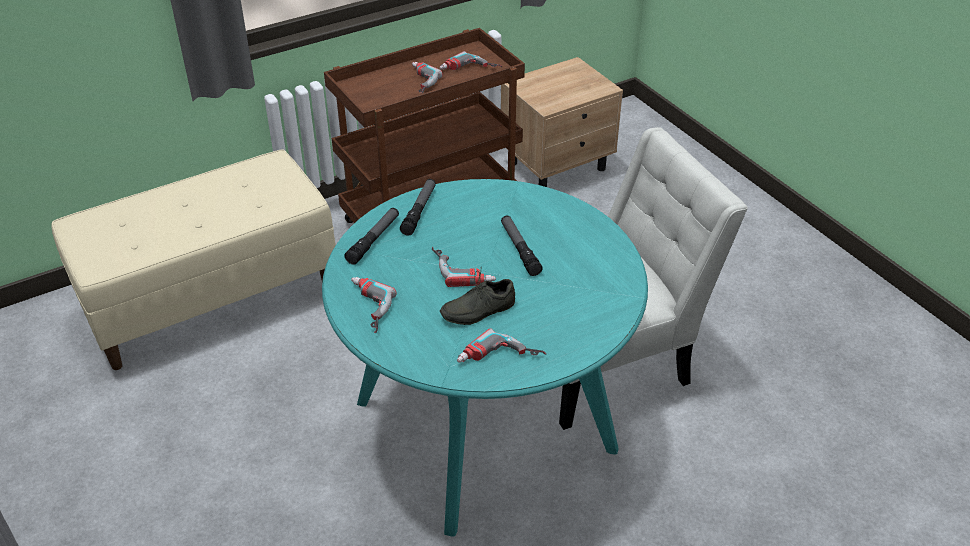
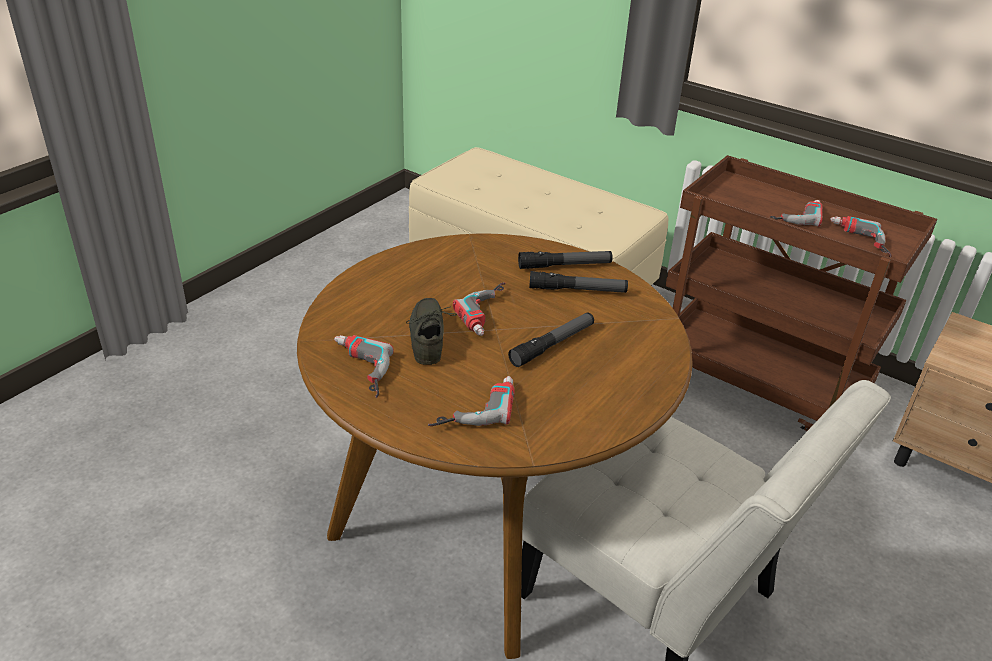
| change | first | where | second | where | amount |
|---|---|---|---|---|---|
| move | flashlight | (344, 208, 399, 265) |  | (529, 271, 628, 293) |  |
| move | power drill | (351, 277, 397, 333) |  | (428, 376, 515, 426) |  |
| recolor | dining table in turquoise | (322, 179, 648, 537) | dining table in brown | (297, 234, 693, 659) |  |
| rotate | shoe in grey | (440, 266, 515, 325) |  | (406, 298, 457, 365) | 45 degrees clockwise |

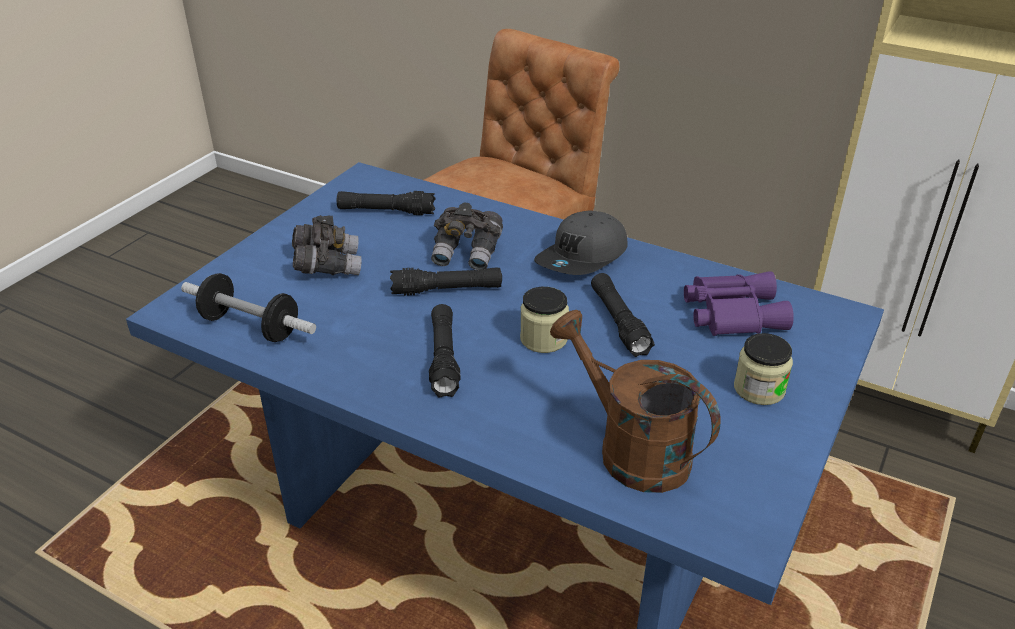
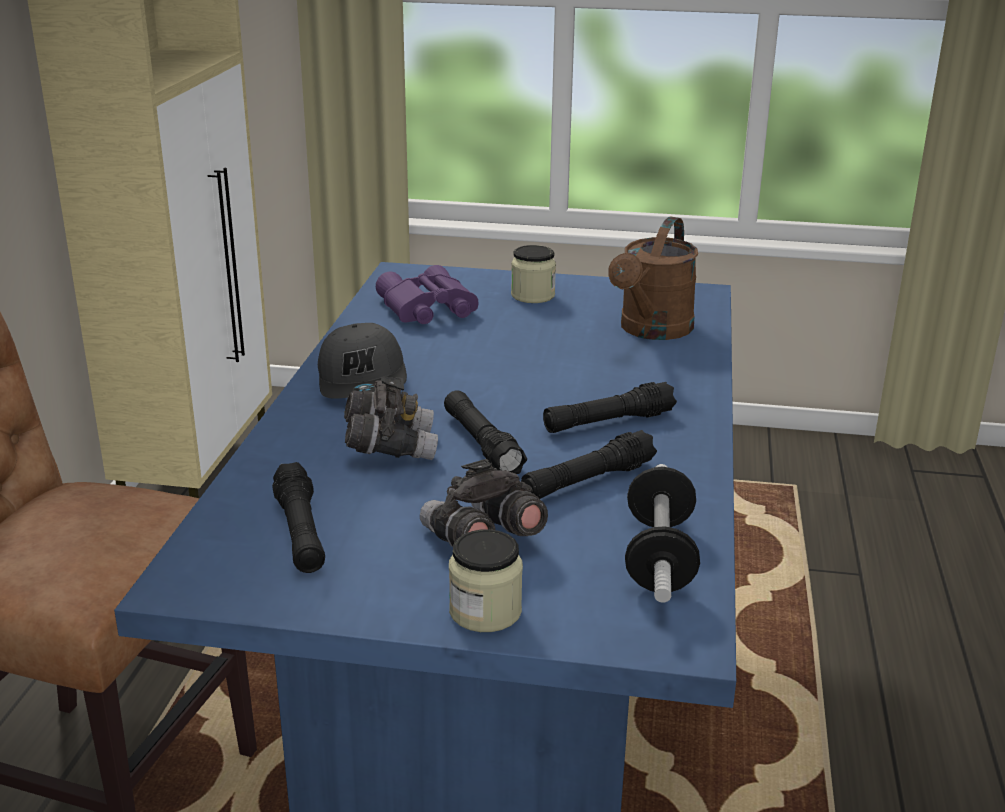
| change | first | where | second | where | amount |
|---|---|---|---|---|---|
| move | jar | (520, 287, 569, 353) |  | (449, 529, 523, 632) |  |
| move | flashlight in black | (591, 273, 655, 357) |  | (521, 430, 657, 499) |  |
| rotate | cap in grey | (534, 210, 628, 275) |  | (318, 323, 407, 399) | 60 degrees clockwise |

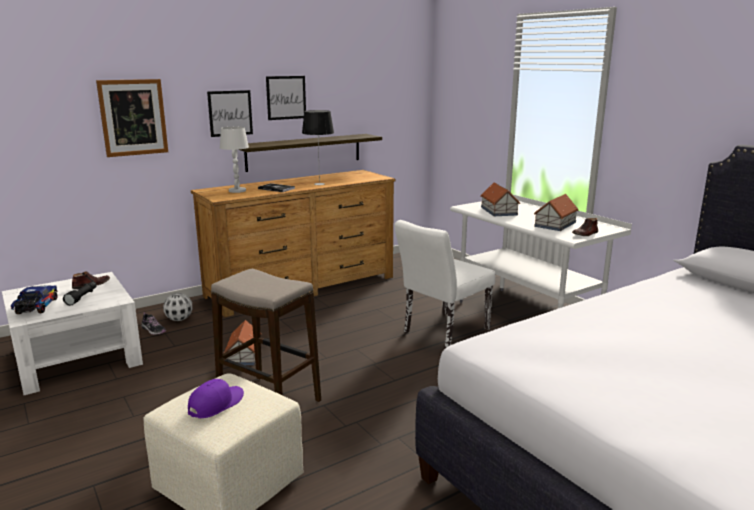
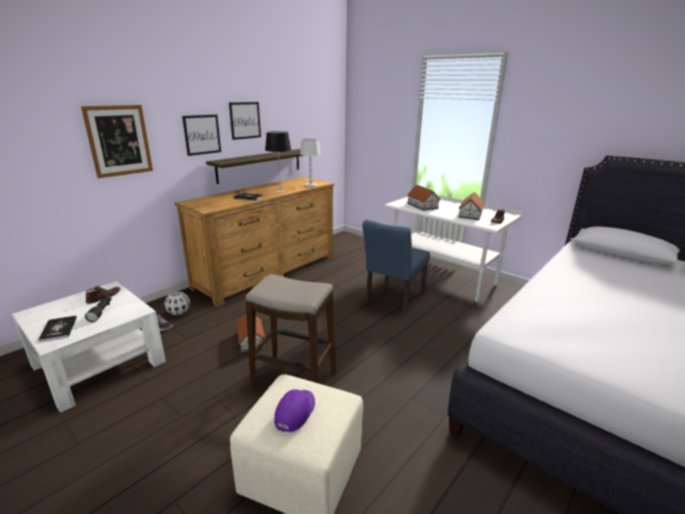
| change | first | where | second | where | amount |
|---|---|---|---|---|---|
| move | table lamp in white | (220, 127, 249, 193) |  | (300, 139, 320, 187) |  |
| replace | toy truck | (11, 285, 58, 314) | book | (38, 315, 77, 342) |  |
| recolor | chair in white | (394, 220, 495, 348) | chair in blue | (363, 220, 430, 315) |  |

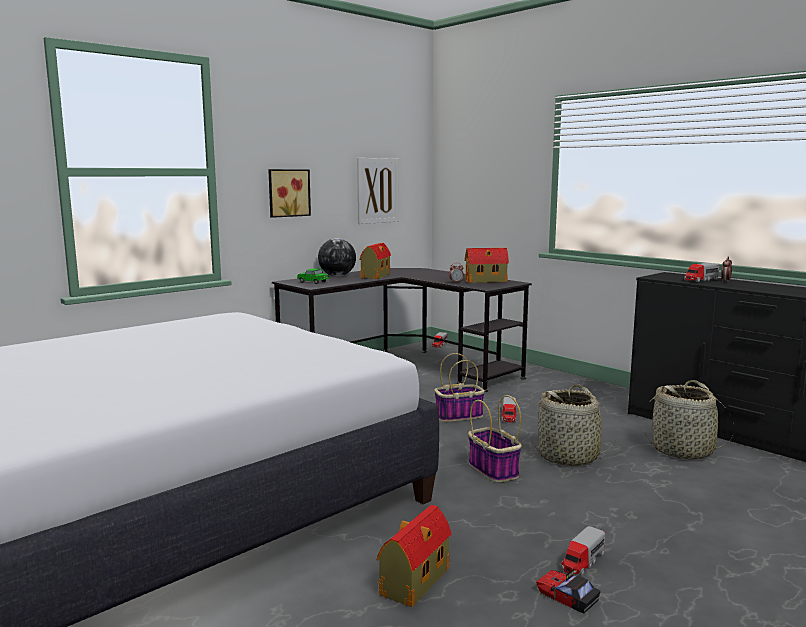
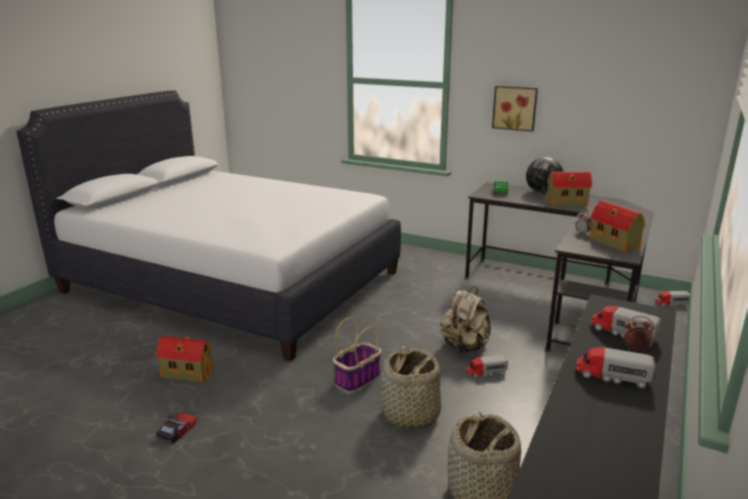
| change | first | where | second | where | amount |
|---|---|---|---|---|---|
| delete | picture | (357, 158, 399, 224) |  |  |  |
| move | toy truck | (561, 526, 605, 576) |  | (576, 347, 655, 388) |  |
| replace | basket | (434, 353, 485, 422) | backpack in beige | (441, 286, 491, 354) |  |

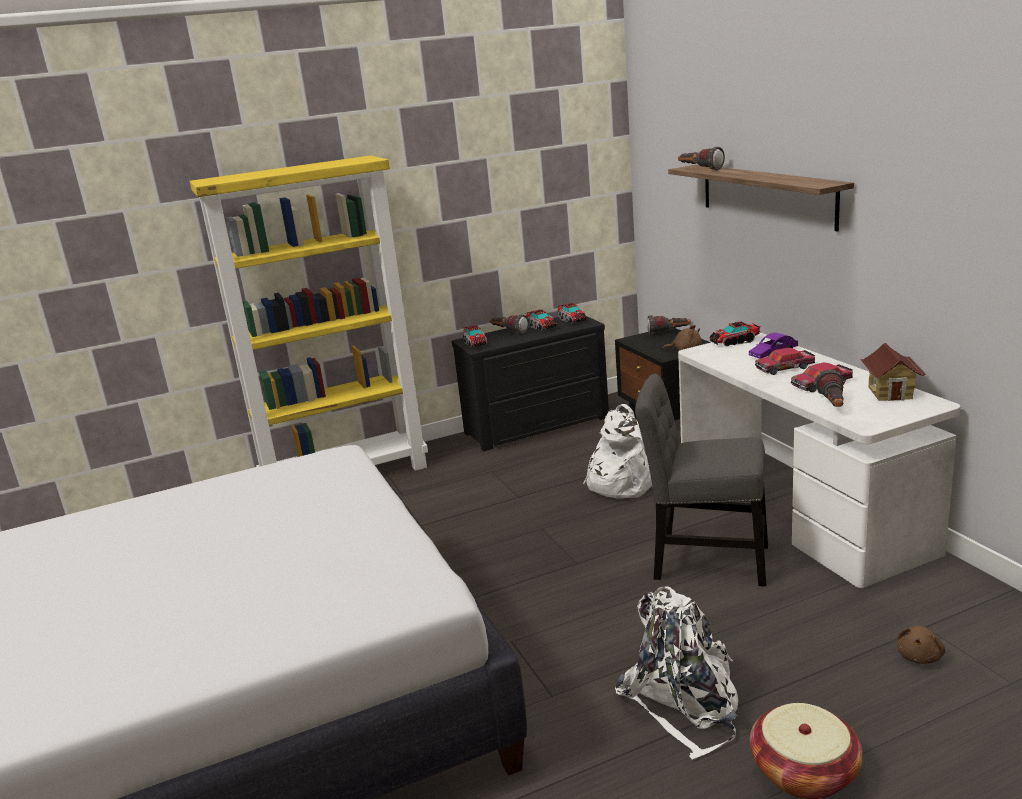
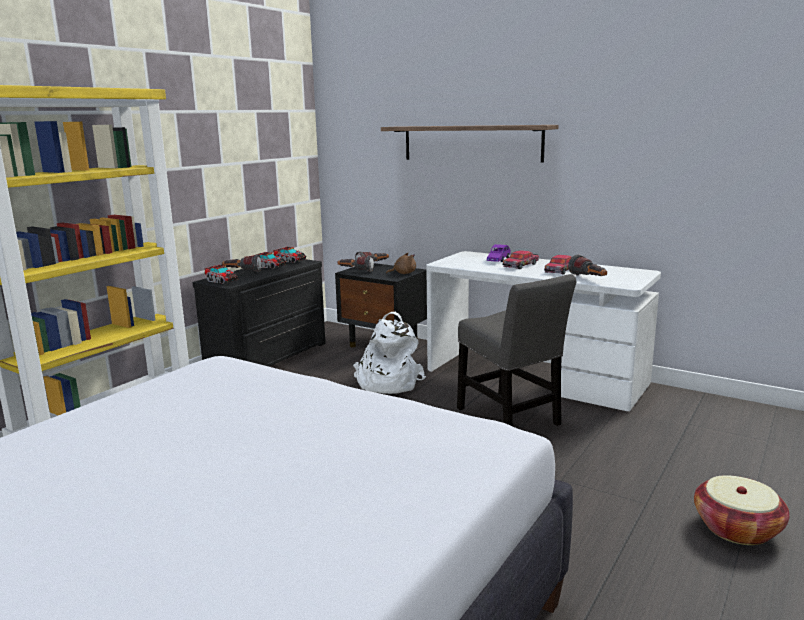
| change | first | where | second | where | amount |
|---|---|---|---|---|---|
| delete | backpack in white | (615, 586, 738, 760) |  |  |  |
| delete | toy truck | (709, 322, 761, 346) |  |  |  |
| delete | toy house | (860, 343, 926, 401) |  |  |  |
| delete | plush toy in brown | (897, 626, 945, 664) |  |  |  |
| move | flashlight | (678, 147, 725, 171) |  | (338, 255, 374, 272) |  |
| rotate | chair in grey | (635, 374, 768, 586) |  | (457, 274, 577, 426) | 105 degrees counterclockwise |

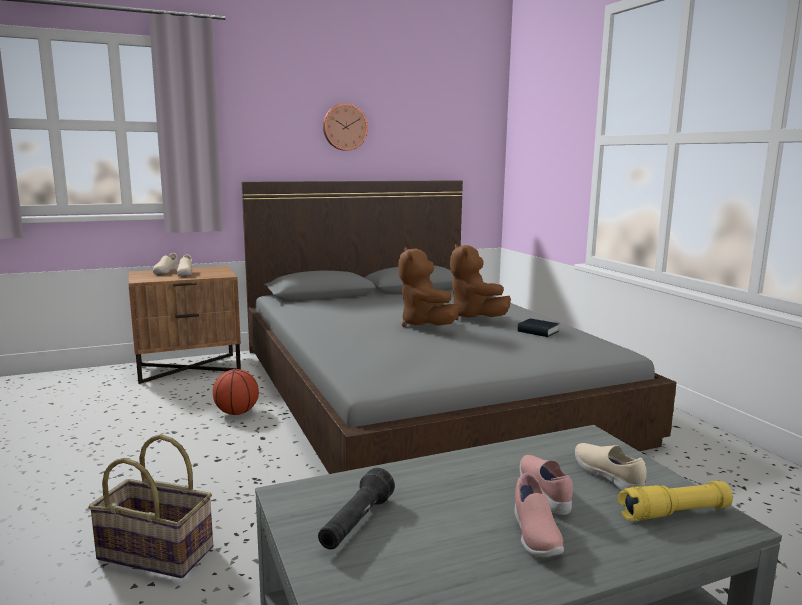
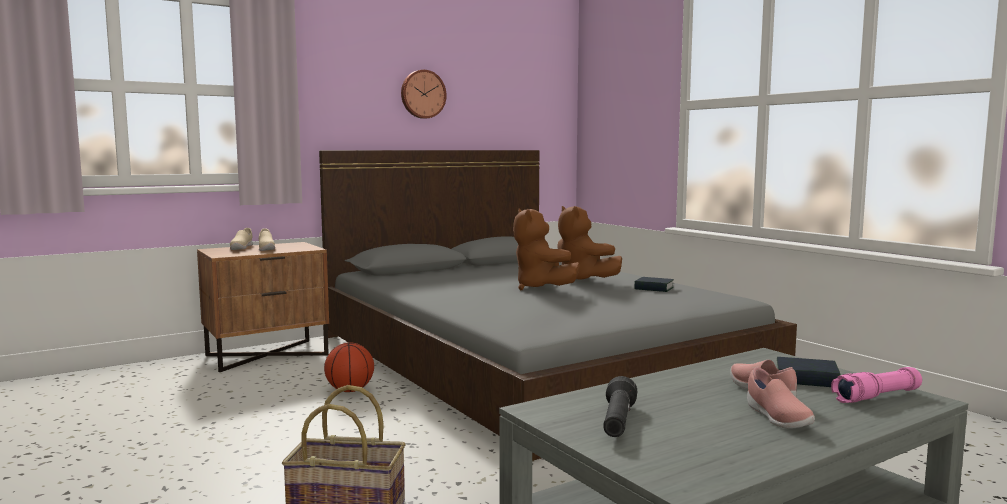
| change | first | where | second | where | amount |
|---|---|---|---|---|---|
| replace | shoe in beige | (575, 443, 647, 491) | book | (777, 357, 840, 387) |  |
| recolor | flashlight in yellow | (618, 481, 733, 521) | flashlight in pink | (831, 367, 922, 403) |  |

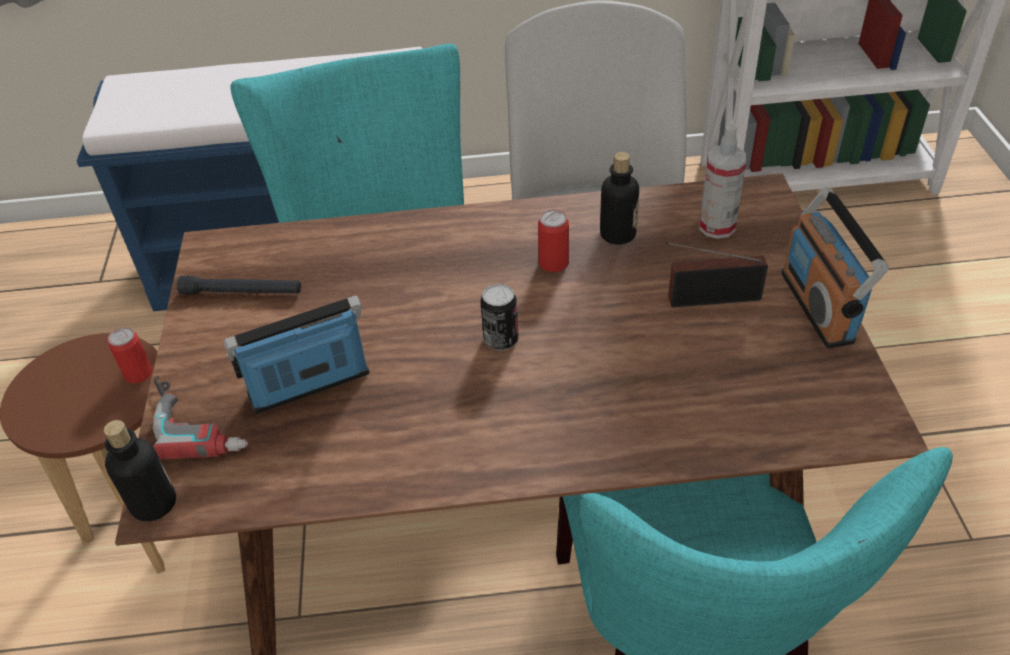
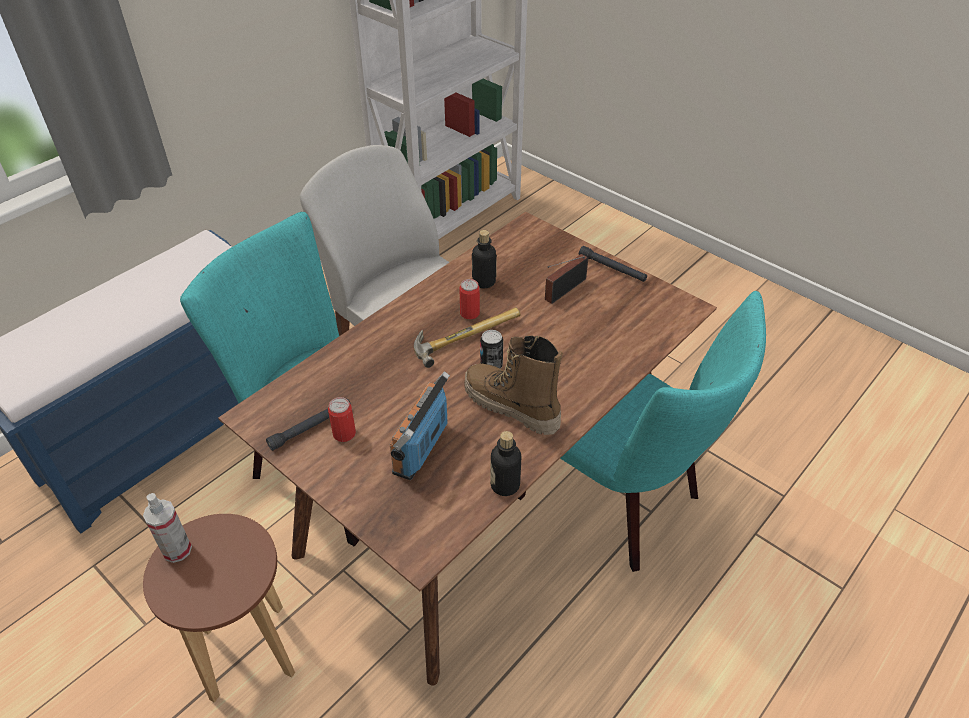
| change | first | where | second | where | amount |
|---|---|---|---|---|---|
| delete | power drill | (153, 376, 248, 459) |  |  |  |
| insert |  |  | hammer | (414, 307, 521, 368) |  |
| insert |  |  | boot | (464, 335, 563, 435) |  |
| move | bottle | (103, 420, 176, 521) |  | (490, 431, 521, 496) |  |
| move | can | (108, 327, 153, 384) |  | (328, 397, 356, 442) |  |
| move | spray bottle | (699, 124, 747, 239) |  | (143, 493, 192, 563) |  |
| replace | radio | (781, 187, 889, 348) | flashlight in black | (579, 246, 647, 282) |  |

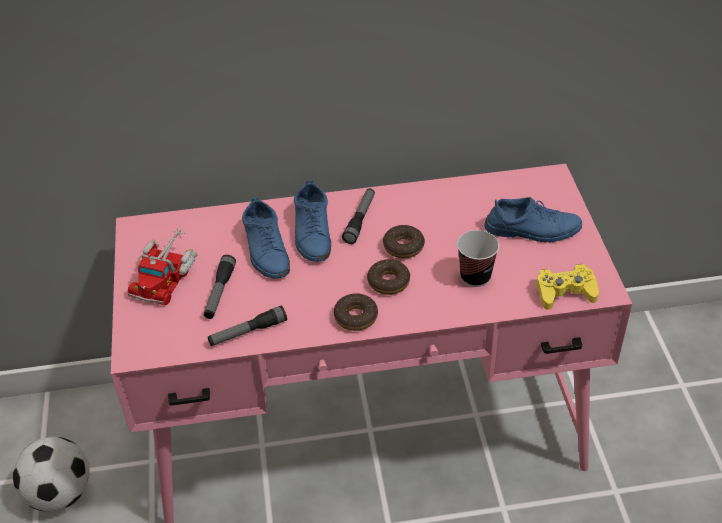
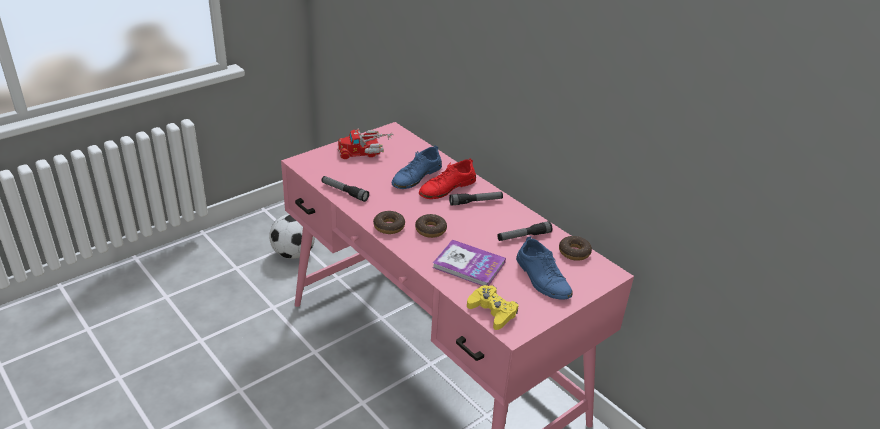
| change | first | where | second | where | amount |
|---|---|---|---|---|---|
| move | flashlight | (204, 255, 236, 319) |  | (497, 221, 552, 241) |  |
| move | donut | (383, 225, 425, 258) |  | (559, 236, 592, 261) |  |
| replace | cup | (457, 230, 499, 287) | book | (432, 240, 506, 286) |  |
| recolor | shoe in blue | (294, 180, 331, 262) | shoe in red | (419, 158, 476, 199) |  |

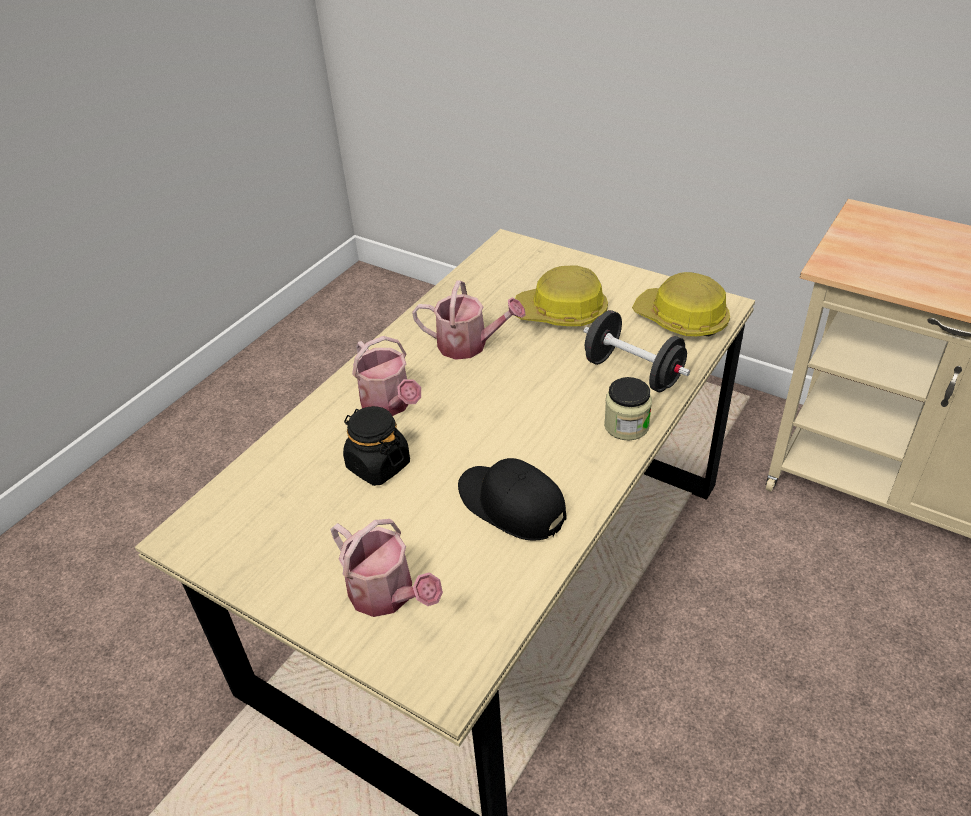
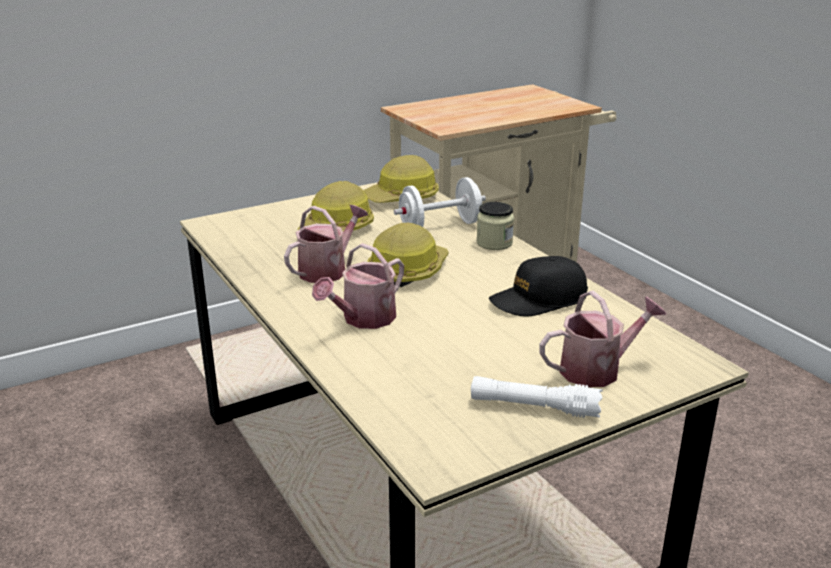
| change | first | where | second | where | amount |
|---|---|---|---|---|---|
| delete | jar in black | (343, 406, 410, 486) |  |  |  |
| insert |  |  | hard hat | (367, 223, 449, 287) |  |
| insert |  |  | flashlight in white | (471, 376, 603, 418) |  |
| recolor | dumbbell in black | (584, 310, 690, 392) | dumbbell in white | (394, 177, 486, 227) |  |
| rotate | watering can | (352, 336, 421, 416) |  | (312, 243, 404, 329) | 135 degrees clockwise |

